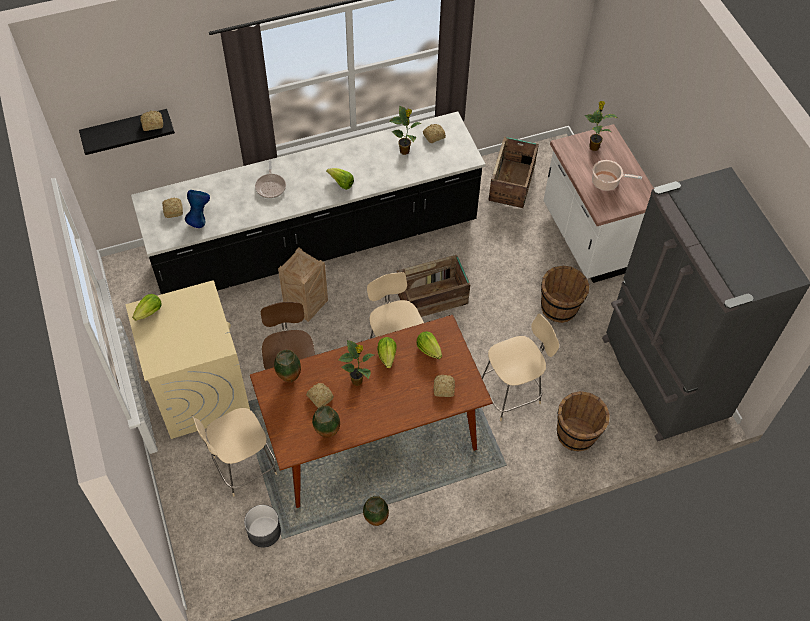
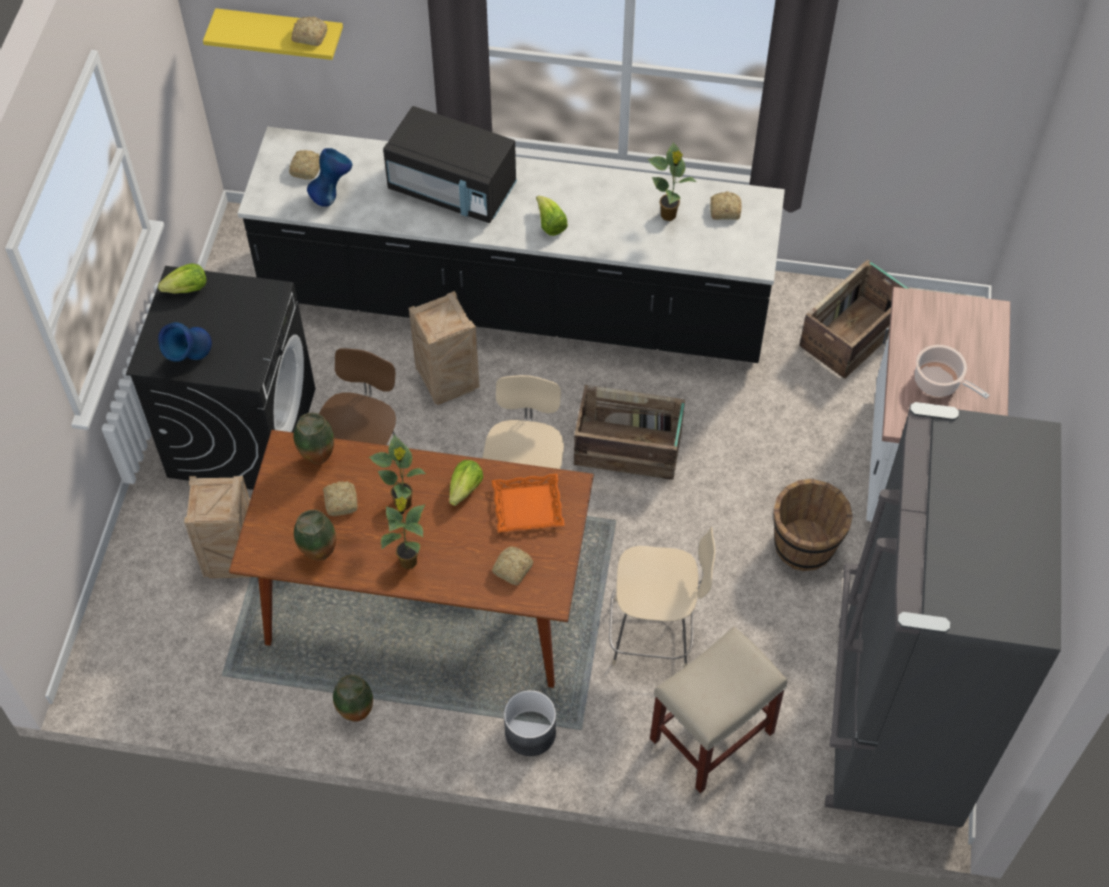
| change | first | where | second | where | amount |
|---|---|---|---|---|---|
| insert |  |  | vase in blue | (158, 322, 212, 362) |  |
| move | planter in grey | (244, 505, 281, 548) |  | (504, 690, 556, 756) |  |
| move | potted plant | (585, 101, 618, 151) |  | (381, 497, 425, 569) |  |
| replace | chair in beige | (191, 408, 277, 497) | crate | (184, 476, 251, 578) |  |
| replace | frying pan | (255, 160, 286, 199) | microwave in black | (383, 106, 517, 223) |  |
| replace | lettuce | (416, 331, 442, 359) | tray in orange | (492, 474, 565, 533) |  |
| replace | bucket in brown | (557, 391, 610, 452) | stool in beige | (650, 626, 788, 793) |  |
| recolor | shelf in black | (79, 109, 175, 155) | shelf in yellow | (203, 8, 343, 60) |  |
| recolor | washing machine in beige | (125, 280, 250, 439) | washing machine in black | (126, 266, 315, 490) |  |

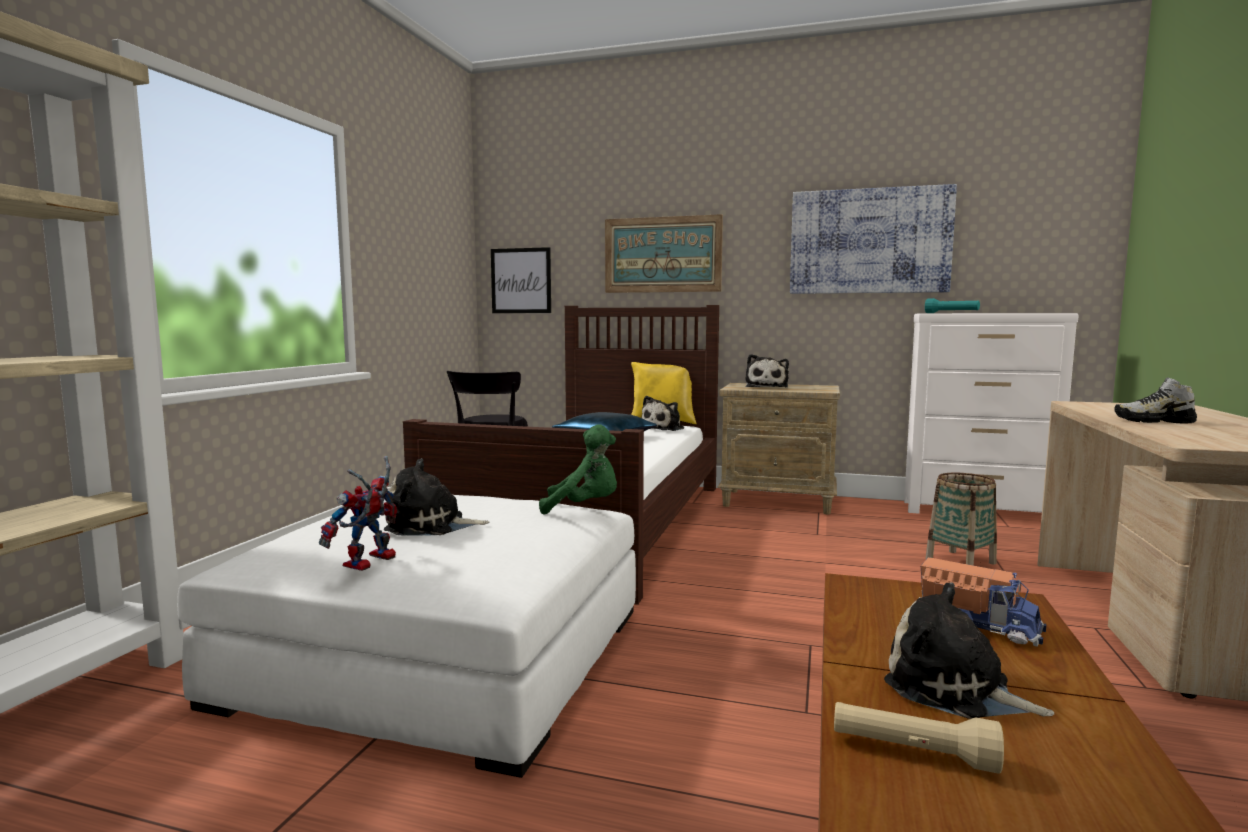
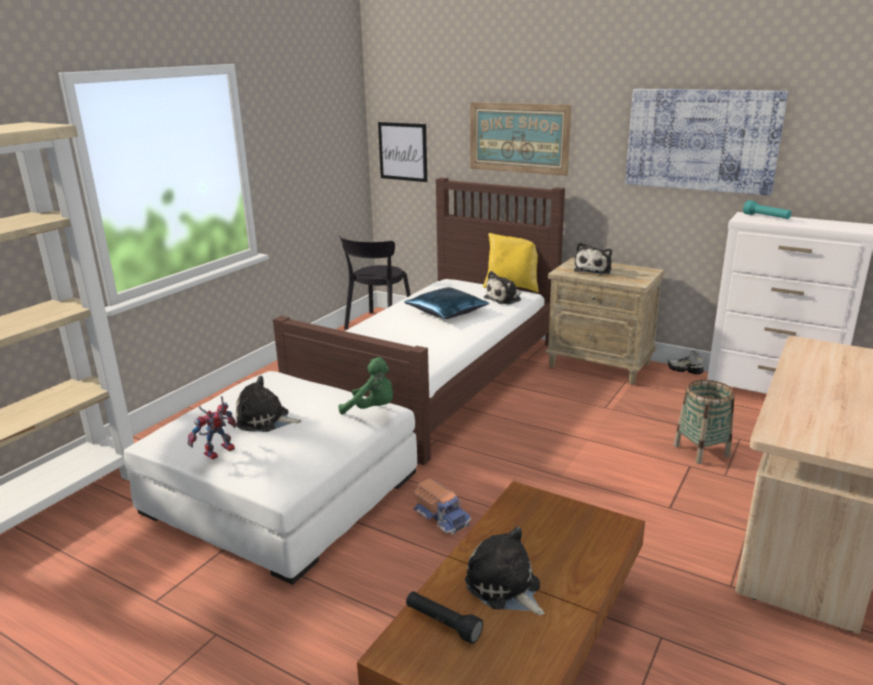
| change | first | where | second | where | amount |
|---|---|---|---|---|---|
| move | toy truck | (919, 557, 1047, 647) |  | (414, 478, 471, 535) |  |
| move | shoe | (1114, 377, 1197, 424) |  | (668, 351, 704, 375) |  |
| recolor | flashlight in beige | (834, 702, 1004, 774) | flashlight in black | (406, 591, 483, 644) |  |

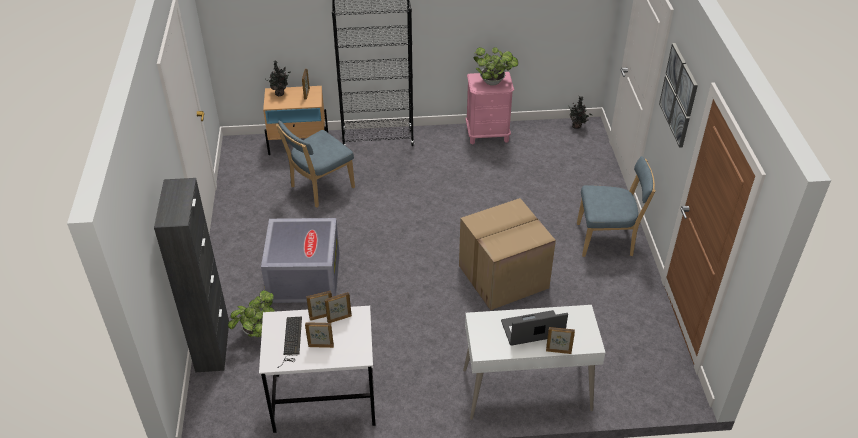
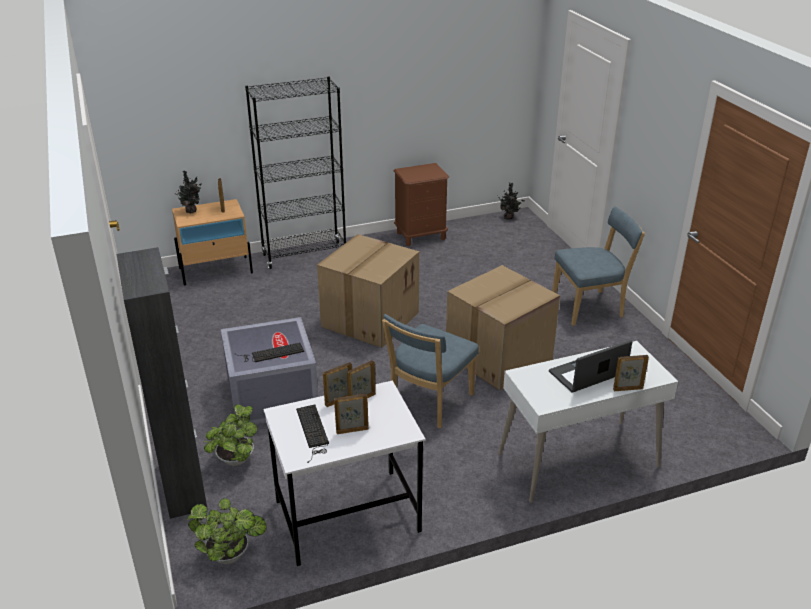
| change | first | where | second | where | amount |
|---|---|---|---|---|---|
| delete | picture | (659, 43, 698, 148) |  |  |  |
| insert |  |  | keyboard | (234, 343, 304, 362) |  |
| insert |  |  | cardboard box | (317, 234, 419, 348) |  |
| move | chair in blue | (276, 121, 355, 208) |  | (382, 314, 479, 428) |  |
| move | potted plant | (473, 47, 518, 86) |  | (187, 498, 267, 564) |  |
| recolor | nightstand in pink | (466, 72, 514, 145) | nightstand in brown | (394, 163, 449, 246) |  |

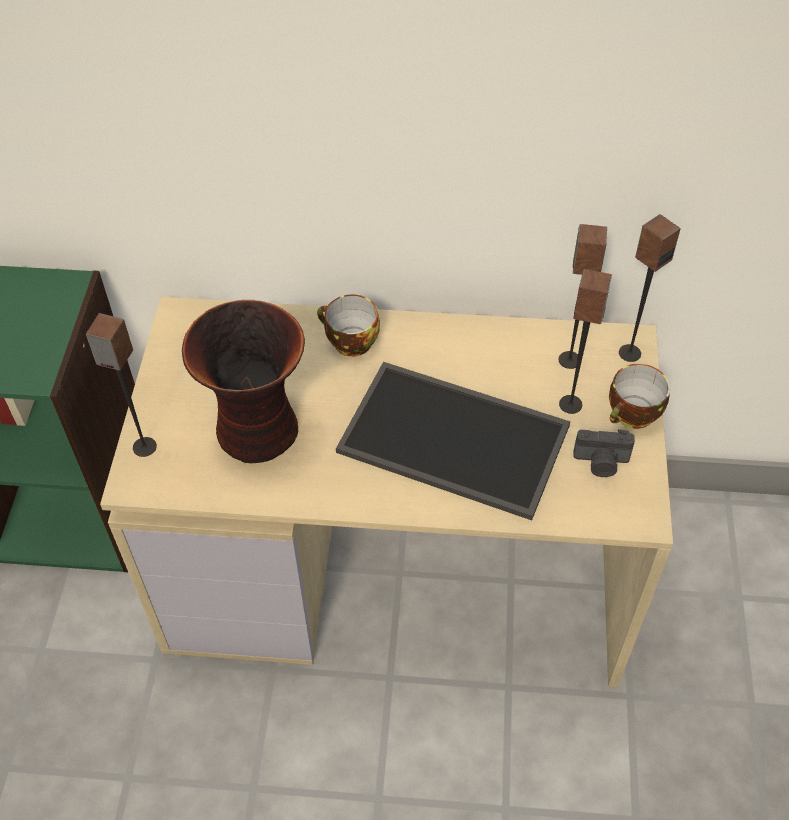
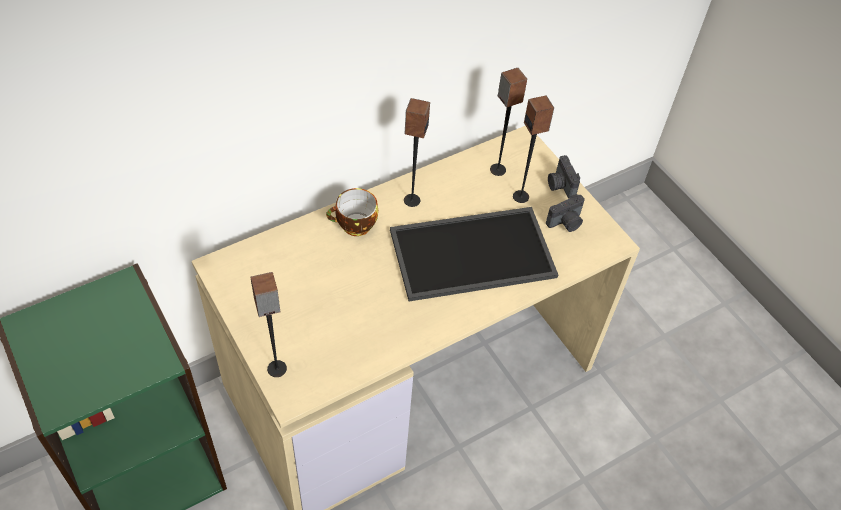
| change | first | where | second | where | amount |
|---|---|---|---|---|---|
| delete | vase | (182, 300, 305, 463) |  |  |  |
| move | speaker | (619, 214, 681, 362) |  | (404, 98, 430, 207) |  |
| replace | cup | (609, 364, 670, 429) | photo camera | (548, 155, 580, 199) |  |

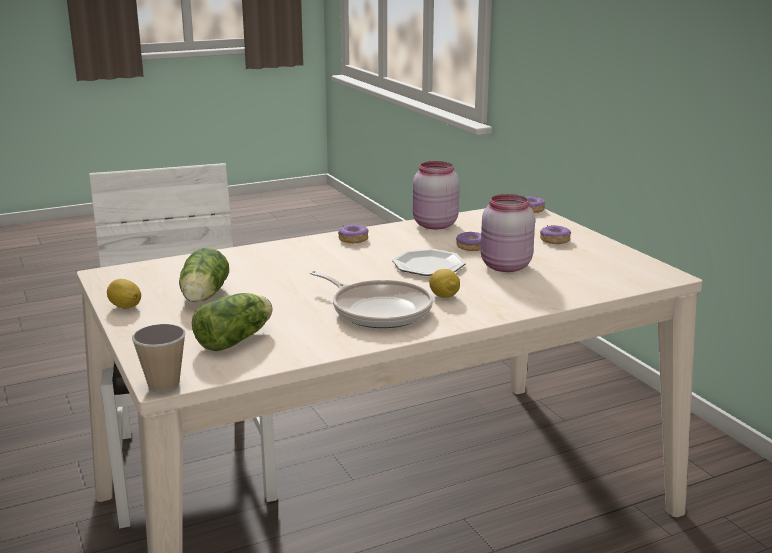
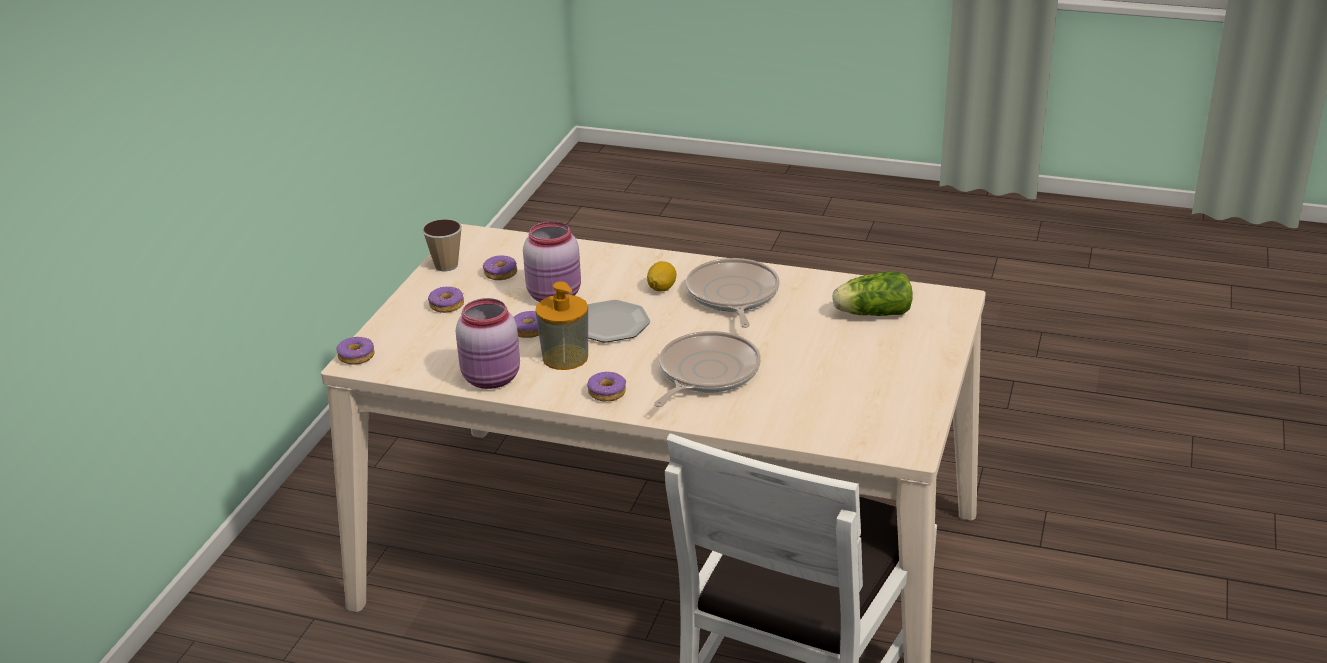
| change | first | where | second | where | amount |
|---|---|---|---|---|---|
| delete | lemon | (107, 279, 141, 309) |  |  |  |
| delete | lettuce | (179, 248, 229, 302) |  |  |  |
| insert |  |  | donut | (483, 255, 517, 280) |  |
| insert |  |  | soap dispenser | (535, 281, 588, 370) |  |
| insert |  |  | frying pan | (654, 331, 761, 407) |  |
| move | cup | (132, 324, 186, 393) |  | (422, 219, 462, 271) |  |

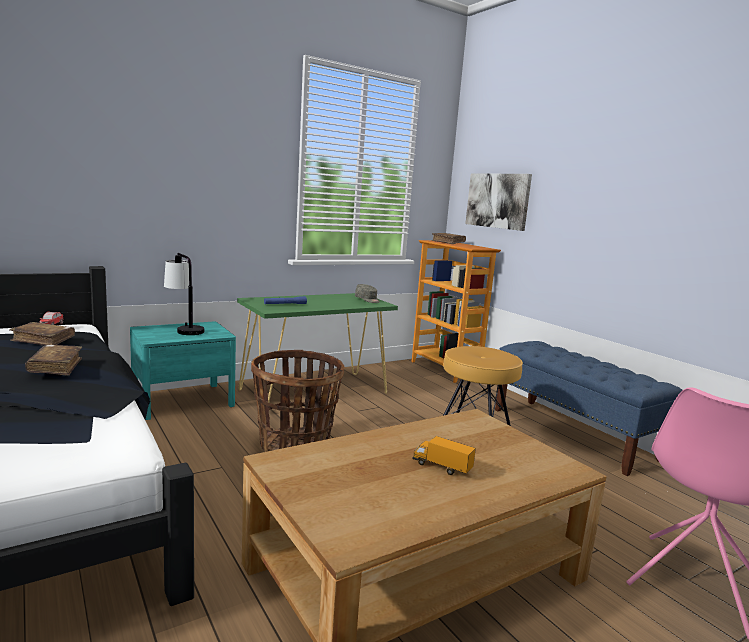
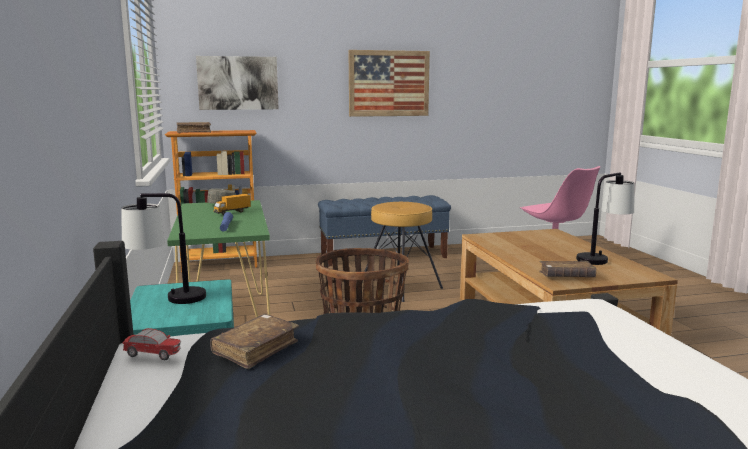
| change | first | where | second | where | amount |
|---|---|---|---|---|---|
| insert |  |  | picture | (349, 50, 430, 117) |  |
| insert |  |  | table lamp | (576, 172, 635, 265) |  |
| move | book in brown | (25, 345, 82, 376) |  | (539, 261, 596, 277) |  |
| move | toy truck | (412, 436, 476, 475) |  | (213, 194, 251, 215) |  |

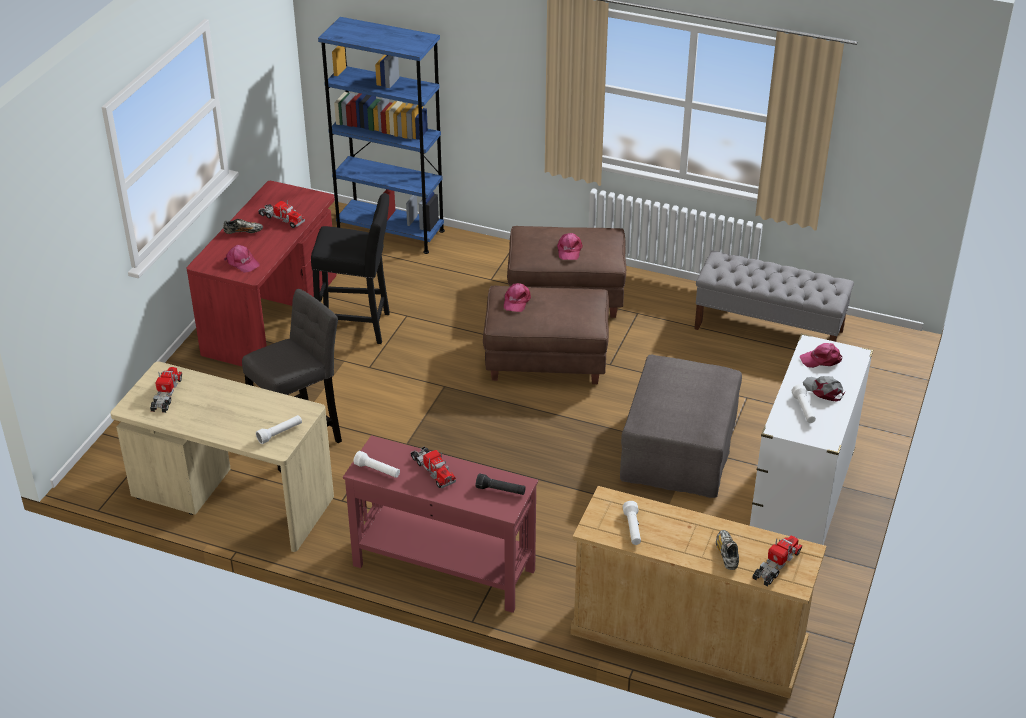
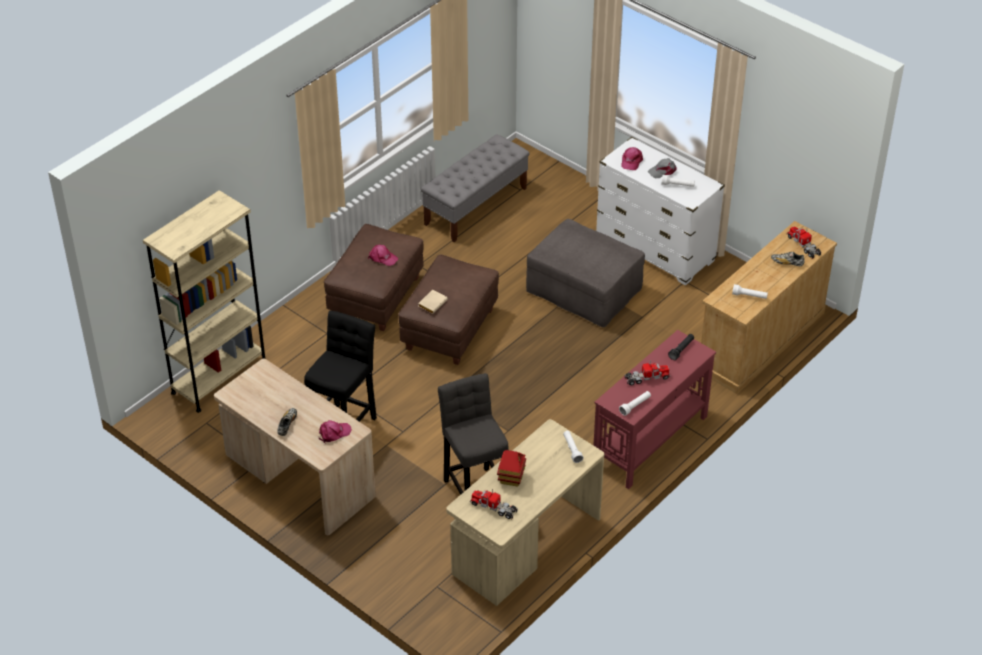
| change | first | where | second | where | amount |
|---|---|---|---|---|---|
| delete | toy truck | (258, 200, 305, 228) |  |  |  |
| insert |  |  | toy house | (497, 450, 526, 487) |  |
| replace | cap in pink | (504, 283, 531, 312) | book in beige | (418, 289, 448, 314) |  |
| recolor | desk in red | (187, 181, 337, 366) | desk in beige | (214, 359, 376, 535) |  |
| recolor | bookcase in blue | (318, 17, 445, 254) | bookcase in beige | (143, 190, 265, 413) |  |

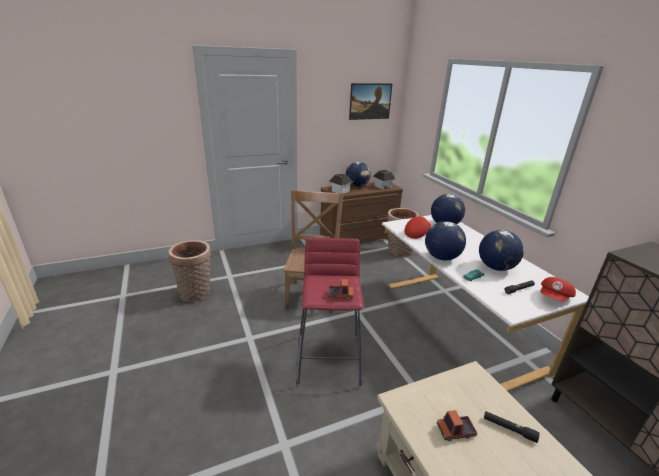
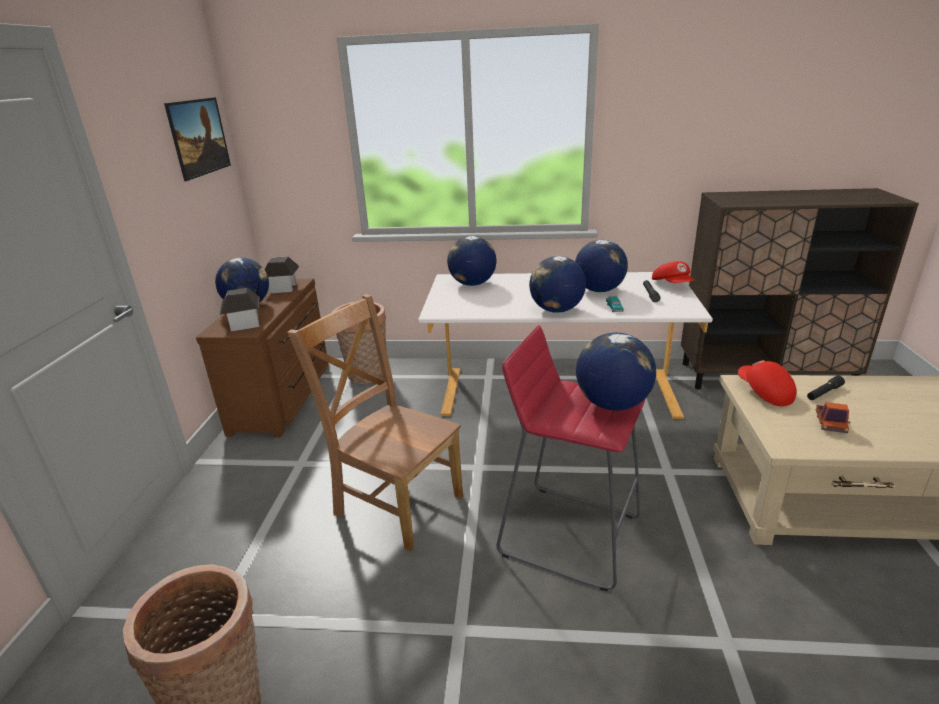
| change | first | where | second | where | amount |
|---|---|---|---|---|---|
| move | cap in red | (404, 216, 431, 239) |  | (738, 360, 797, 407) |  |
| replace | toy truck | (328, 279, 353, 300) | globe | (576, 333, 656, 411) |  |

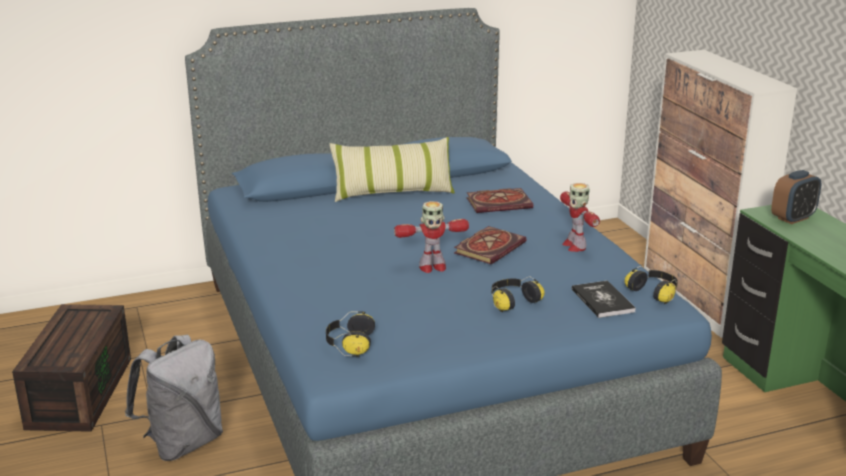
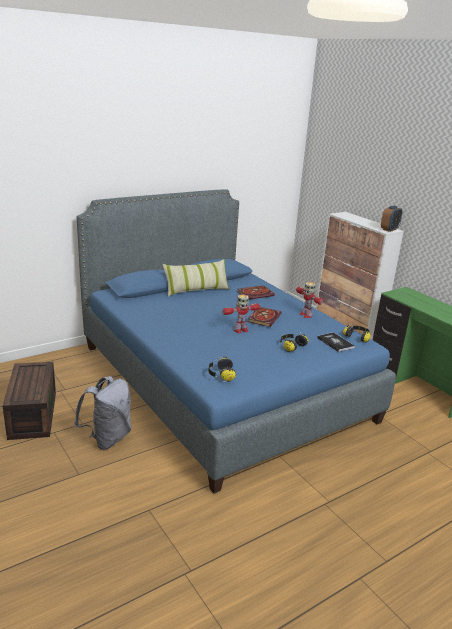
| change | first | where | second | where | amount |
|---|---|---|---|---|---|
| move | alarm clock | (771, 170, 821, 224) |  | (381, 206, 403, 232) |  |

